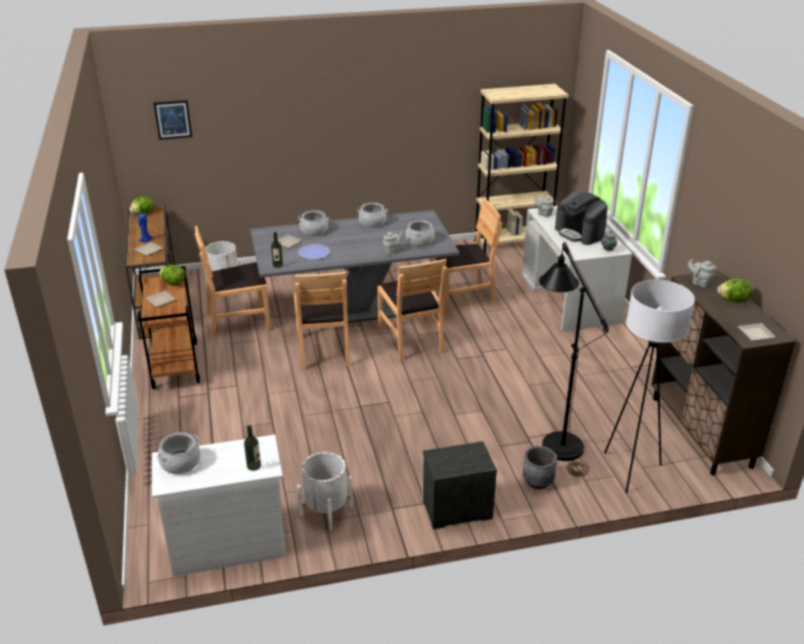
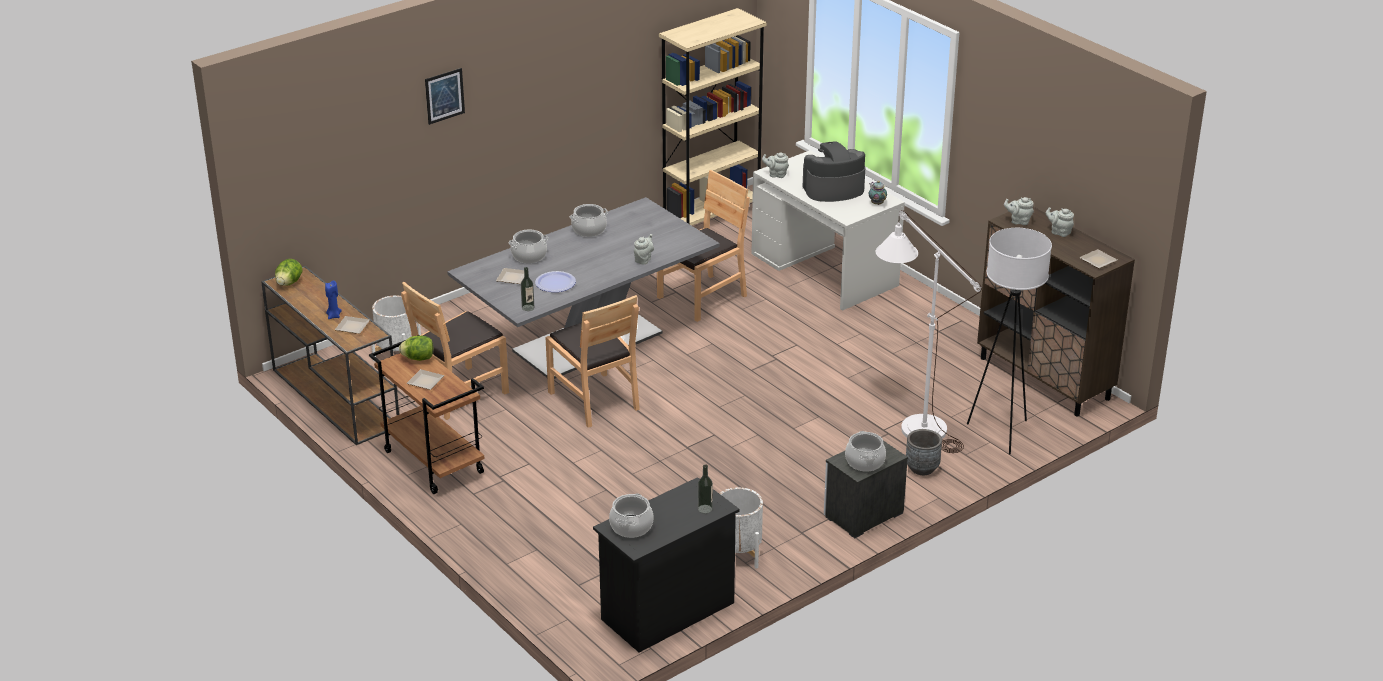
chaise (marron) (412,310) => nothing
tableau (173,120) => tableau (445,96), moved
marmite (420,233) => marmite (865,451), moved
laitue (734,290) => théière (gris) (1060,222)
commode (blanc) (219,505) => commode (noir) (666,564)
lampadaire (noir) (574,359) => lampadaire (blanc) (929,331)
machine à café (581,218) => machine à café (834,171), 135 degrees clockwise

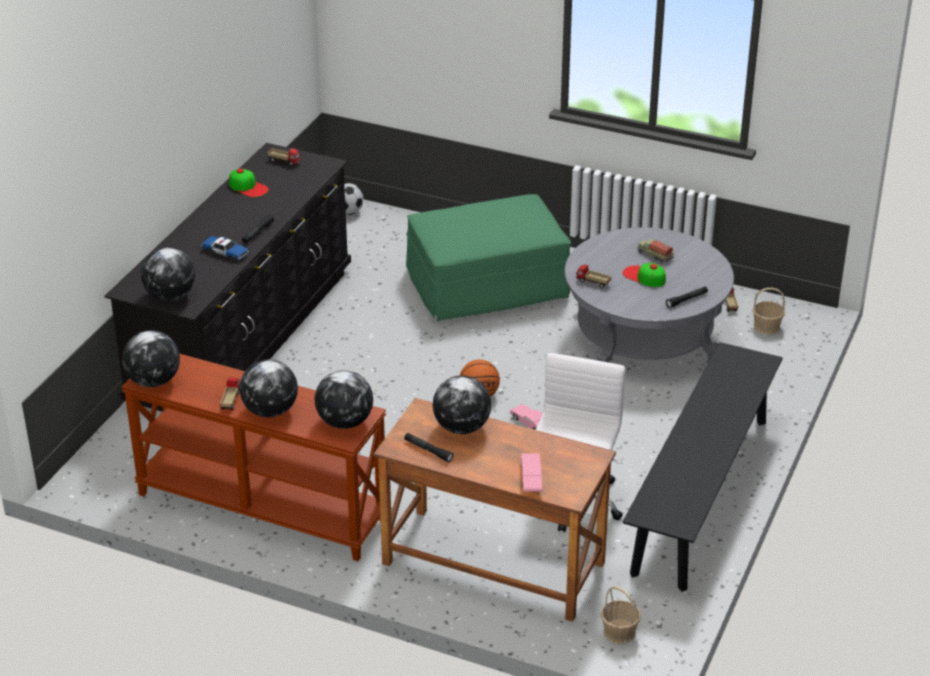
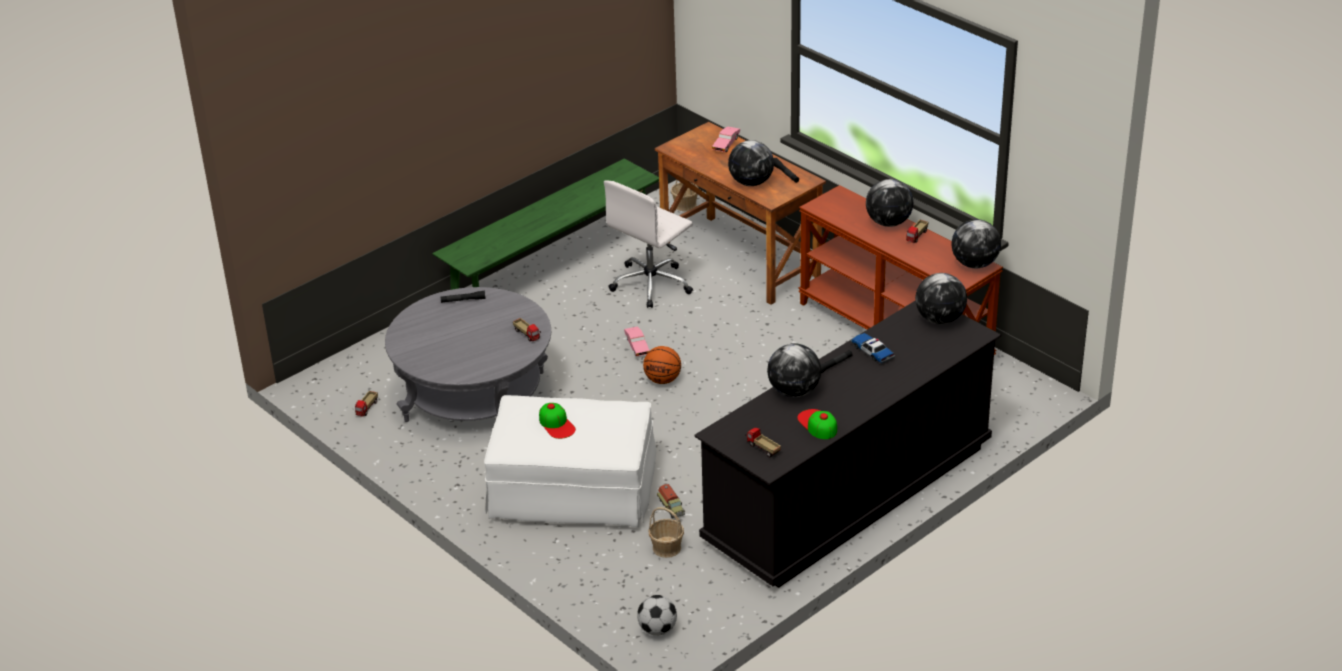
globe (344,399) => globe (794,370), moved
casquette (644,275) => casquette (557,421), moved
camion jouet (655,251) => camion jouet (671,501), moved
panier (768,311) => panier (666,532), moved
pouf (vert) (488,257) => pouf (blanc) (570,461)
banc (noir) (703,467) => banc (vert) (545,224)

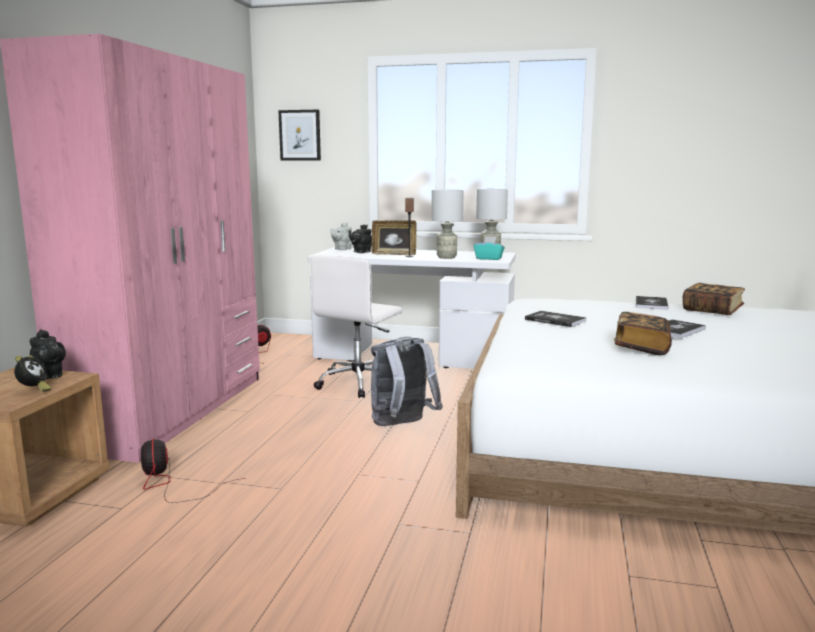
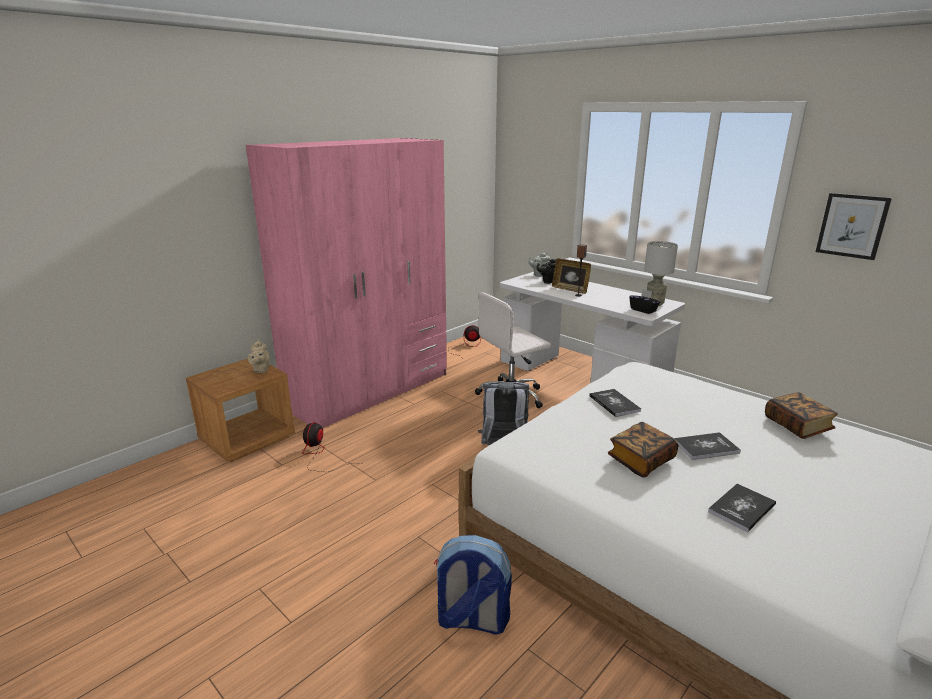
réveil (32,373) => nothing
lampe de table (gris) (448,224) => nothing
nothing => sac à dos (473,585)
tableau (299,135) => tableau (854,226), moved
livre (652,303) => livre (742,508), moved
théière (noir) (48,354) => théière (beige) (259,356)
boîte à mouchoirs (turquoise) (489,248) => boîte à mouchoirs (noir) (644,301)

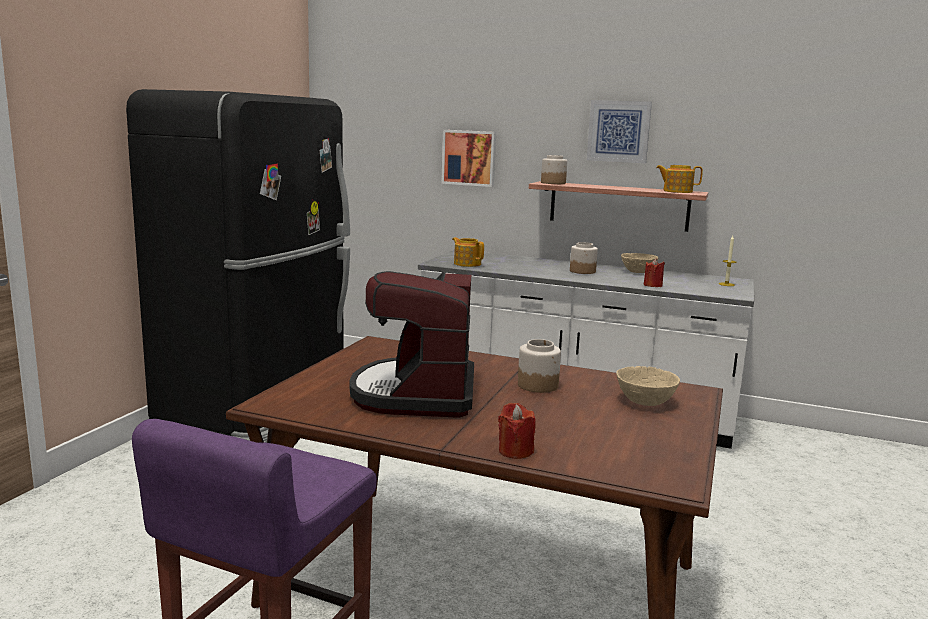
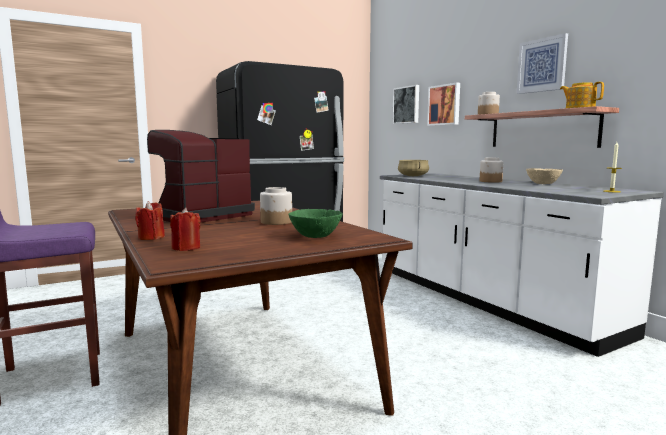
nothing => tableau (406,104)
bougie (rouge) (654,273) => bougie (rouge) (185,229), moved
théière (468,252) => marmite (beige) (413,168)
bol (beige) (648,386) => bol (vert) (315,223)

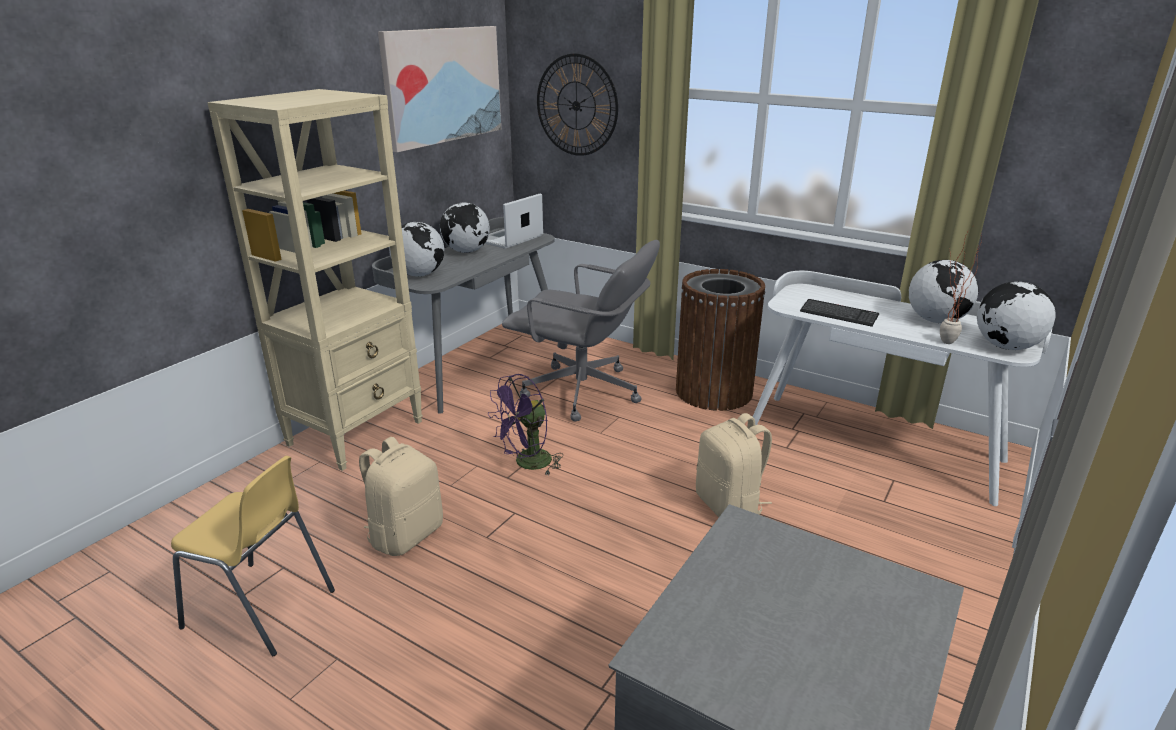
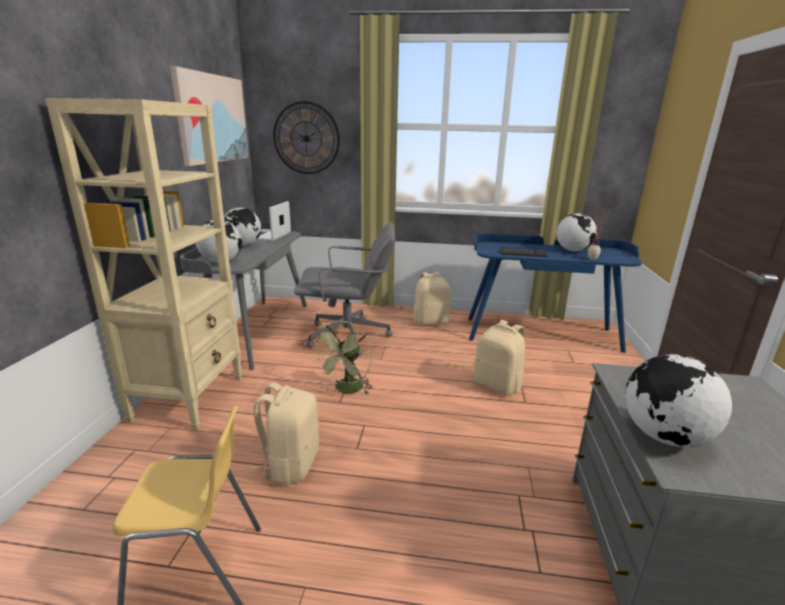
globe (1016,316) => globe (678,400), moved
poubelle (marron) (720,340) => sac à dos (beige) (432,299)
ventilateur (violet) (526,425) => ventilateur (vert) (342,358)
bureau (blanc) (902,388) => bureau (bleu) (555,293)

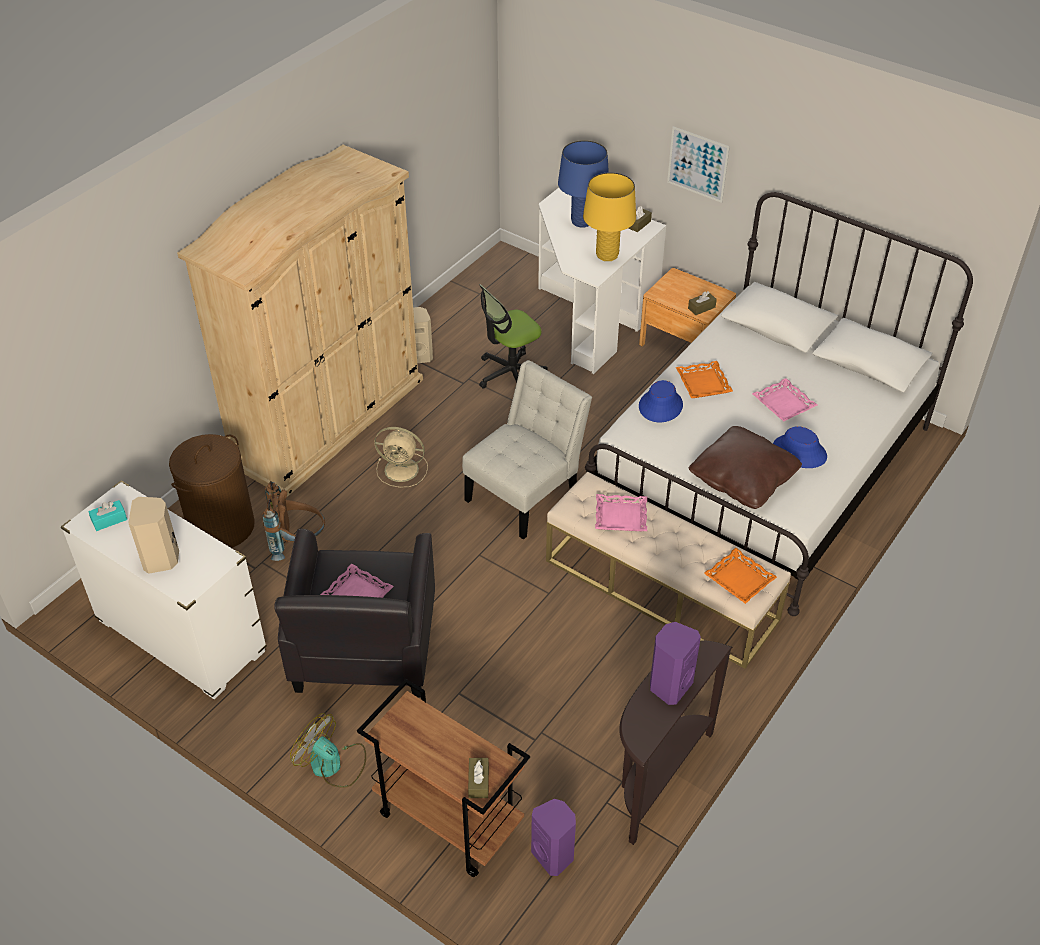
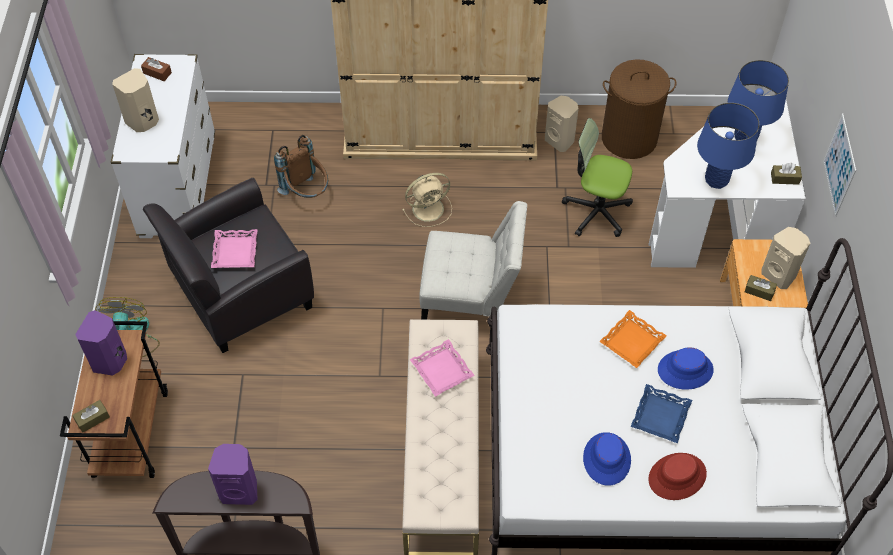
coussin (marron) (745,467) => nothing
plateau (orange) (740,576) => nothing
nothing => chapeau (rouge) (677,476)
nothing => enceinte (beige) (785,258)
panier à linge (marron) (212,491) => panier à linge (marron) (639,109), moved
enceinte (violet) (553,837) => enceinte (violet) (101,343), moved
chapeau (bleu) (661,401) => chapeau (bleu) (686,368), moved
boîte à mouchoirs (turquoise) (107,515) => boîte à mouchoirs (marron) (156,69)
lampe de table (jaune) (609,216) => lampe de table (bleu) (728,146)
plateau (rose) (784,400) => plateau (bleu) (661,413)
ventilateur (beige) (401,457) => ventilateur (beige) (427,200), 90 degrees counterclockwise

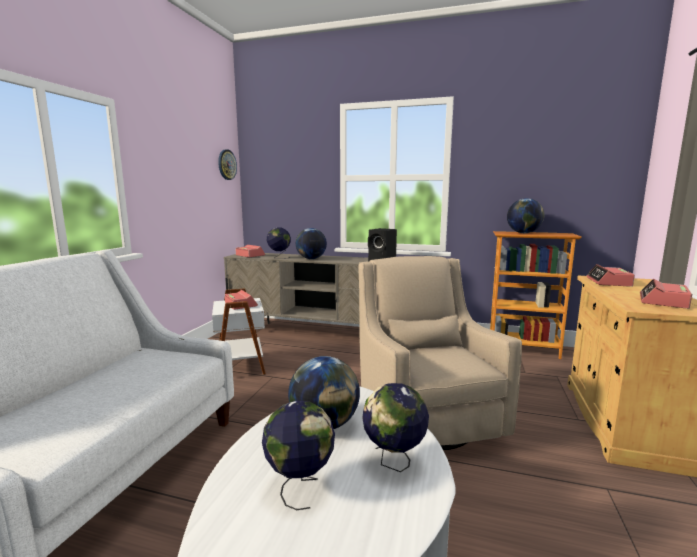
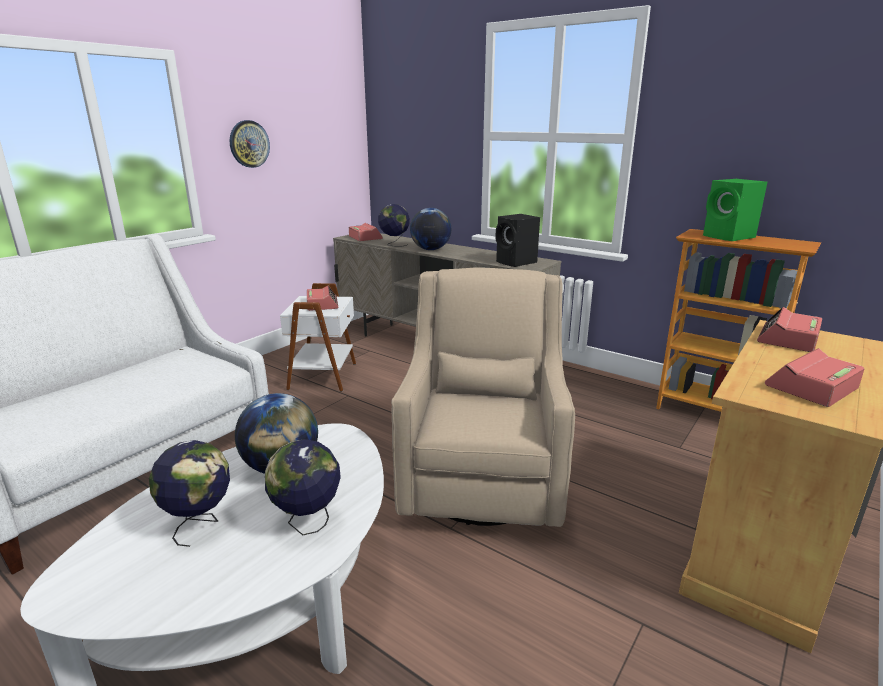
horloge murale (227,164) => horloge murale (250,144), moved
globe (526,215) => enceinte (vert) (735,210)

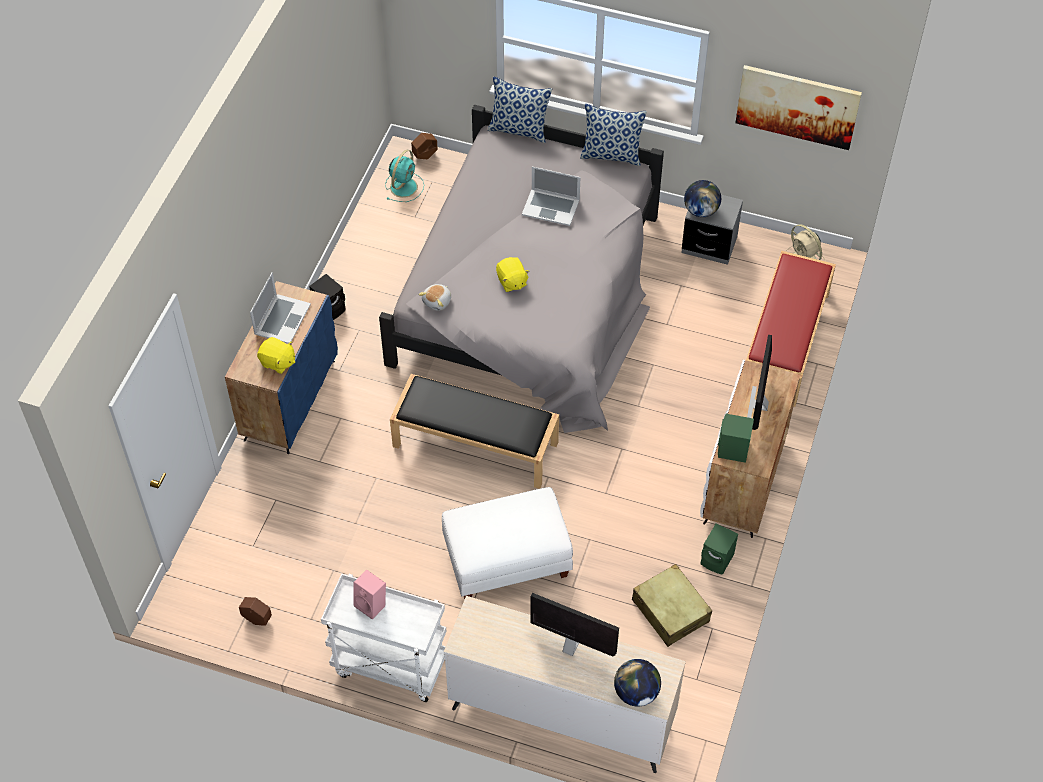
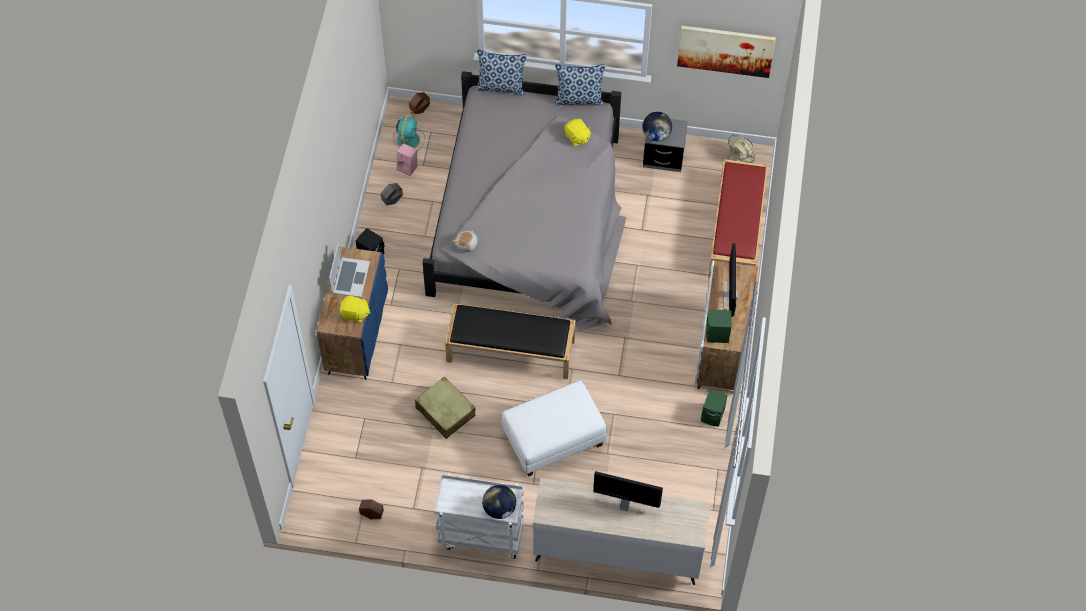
ordinateur portable (551,196) => nothing
nothing => cache-pot (gris) (392,194)
enceinte (rose) (370,595) => enceinte (rose) (407,159), moved
peluche (jaune) (513,274) => peluche (jaune) (578,132), moved
globe (637,683) => globe (499,502), moved
valise (beige) (672,605) => valise (beige) (445,407), moved

